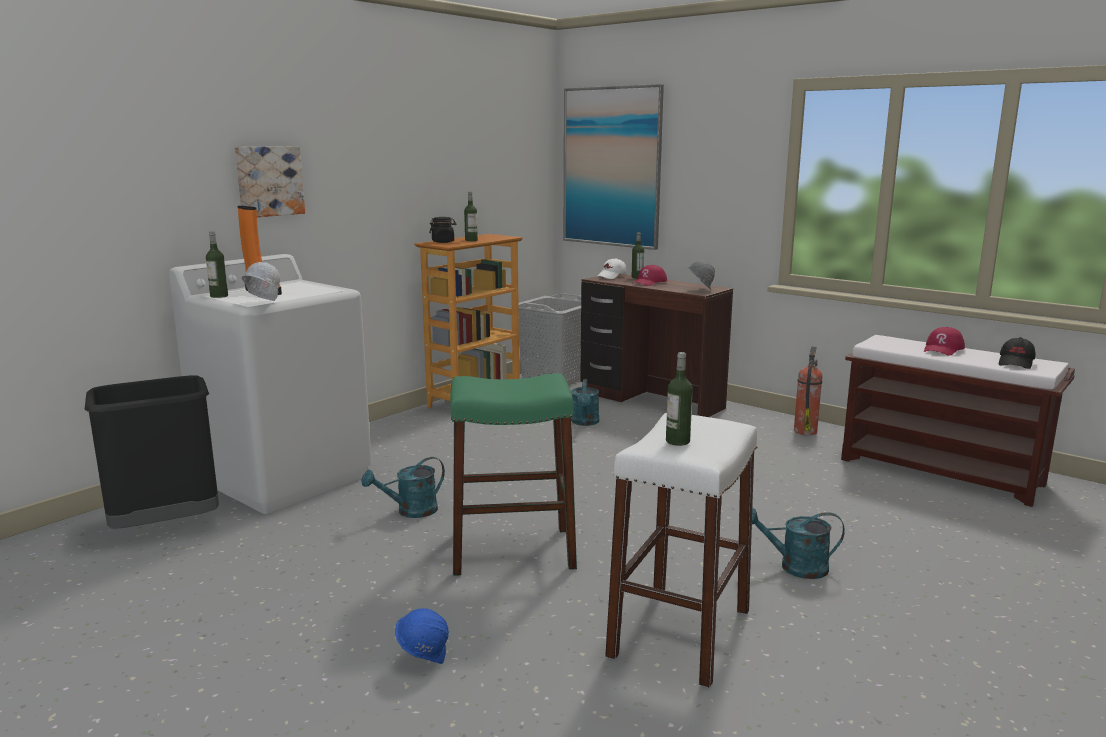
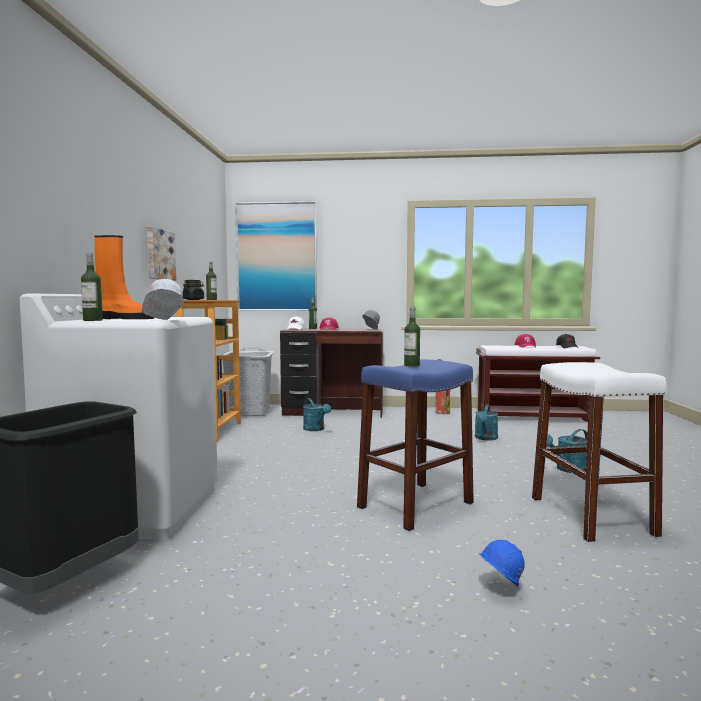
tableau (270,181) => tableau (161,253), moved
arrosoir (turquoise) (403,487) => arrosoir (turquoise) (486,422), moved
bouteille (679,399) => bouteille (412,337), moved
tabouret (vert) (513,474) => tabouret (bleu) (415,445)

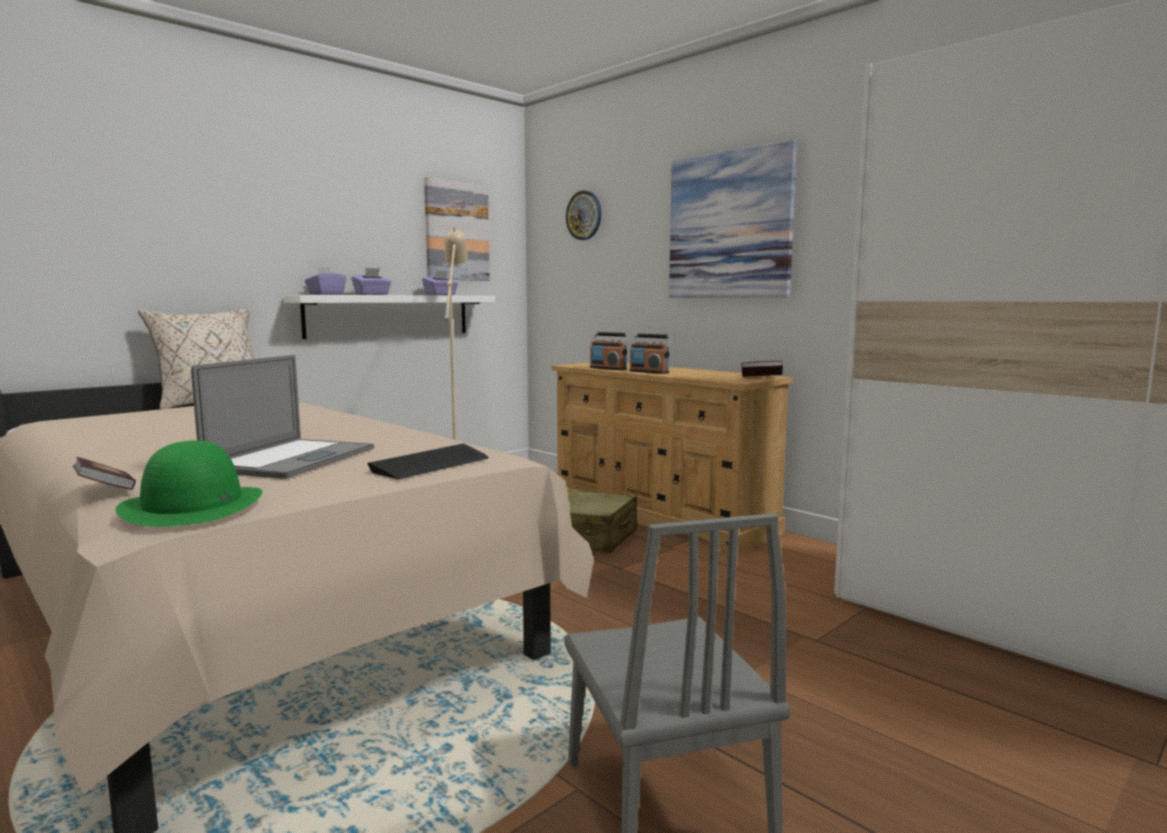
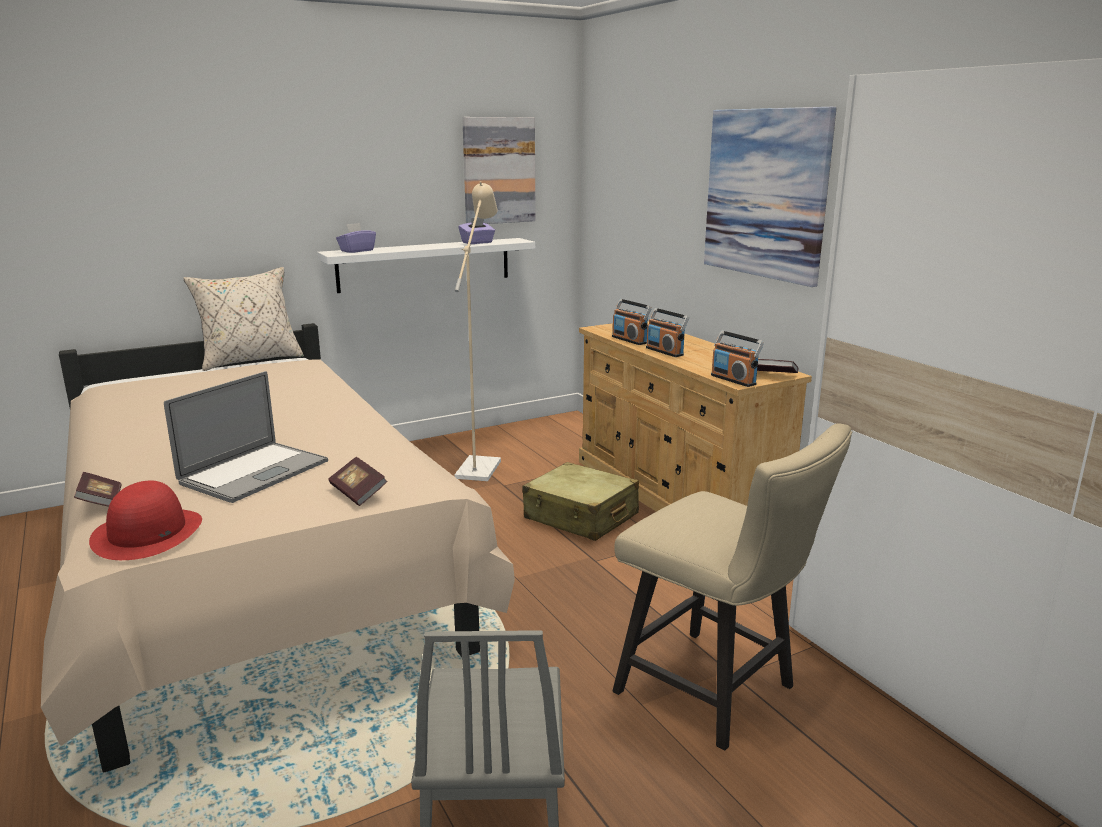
boîte à mouchoirs (violet) (371,281) => nothing
horloge murale (584,215) => nothing
nothing => chaise (beige) (732,587)
nothing => radio (737,359)
clavier (428,461) => livre (357,481)
chapeau (vert) (189,483) => chapeau (rouge) (145,520)

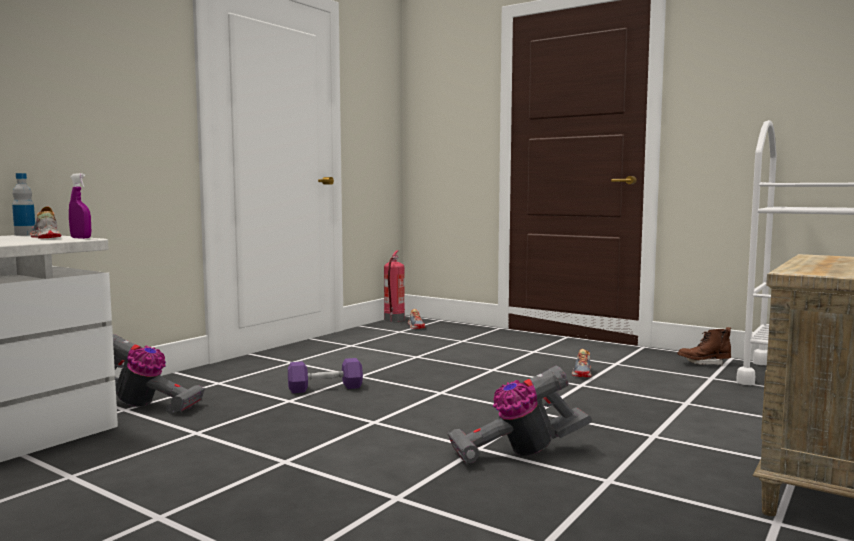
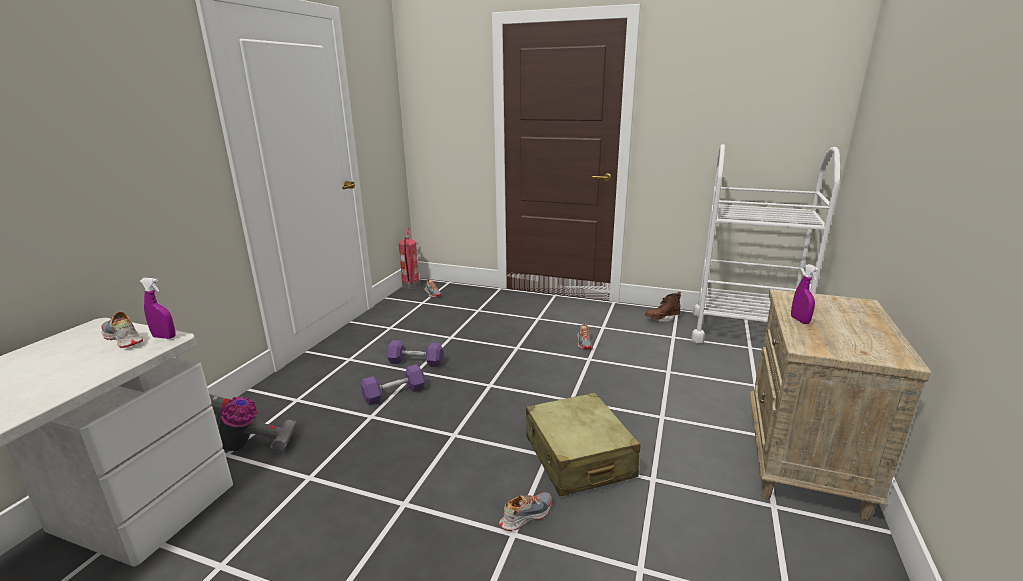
bouteille (23,204) => nothing
nothing => haltère (violet) (415,353)
nothing => chaussure (525,511)
nothing => vaporisateur (violet) (805,294)
aspirateur (519,415) => valise (beige) (583,444)

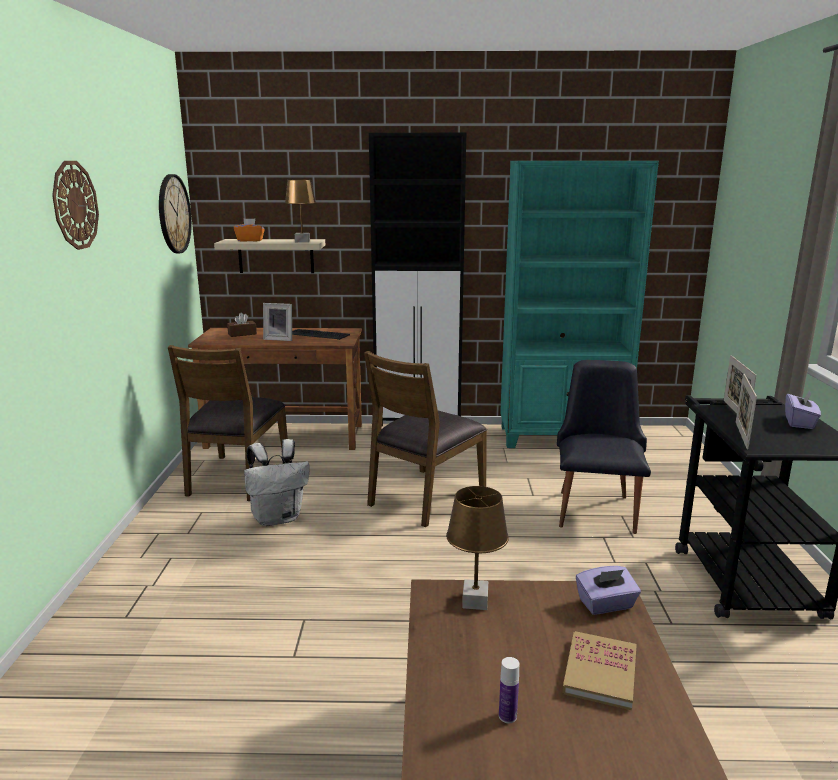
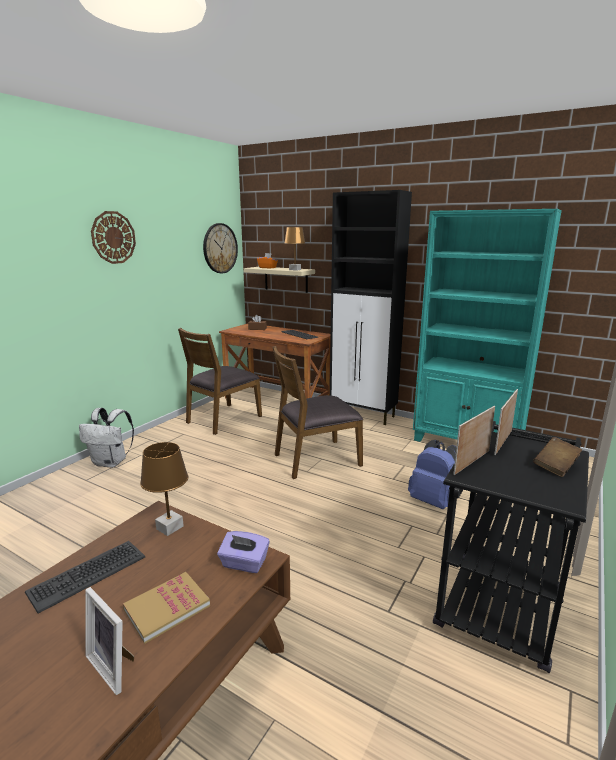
bouteille (509,690) => nothing
nothing => clavier (85,577)
sac à dos (blanc) (276,482) => sac à dos (blanc) (106,438), moved
cadre photo (277,322) => cadre photo (109,641), moved
chaise (noir) (604,447) => sac à dos (bleu) (432,474)
boîte à mouchoirs (violet) (803,409) => livre (marron) (557,457)

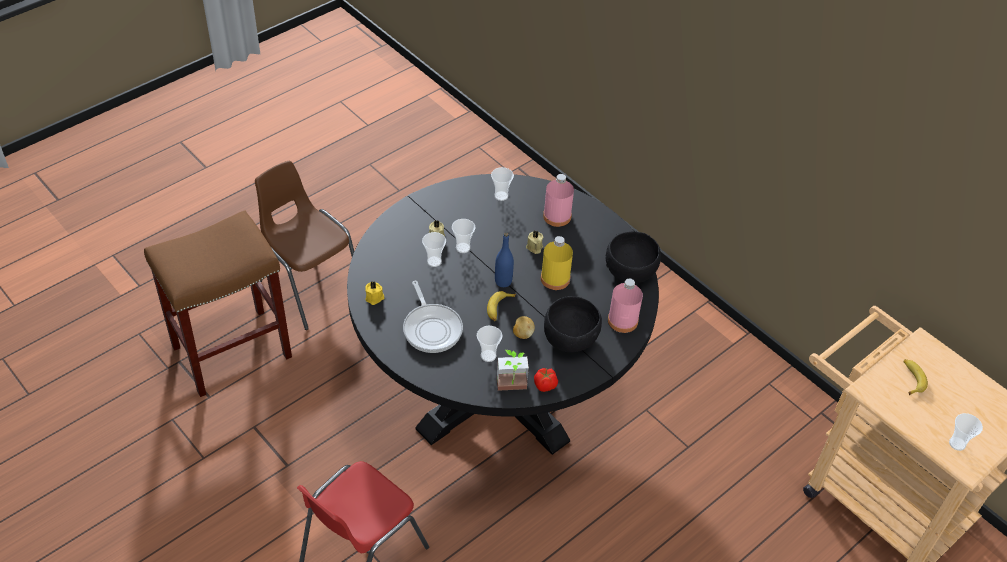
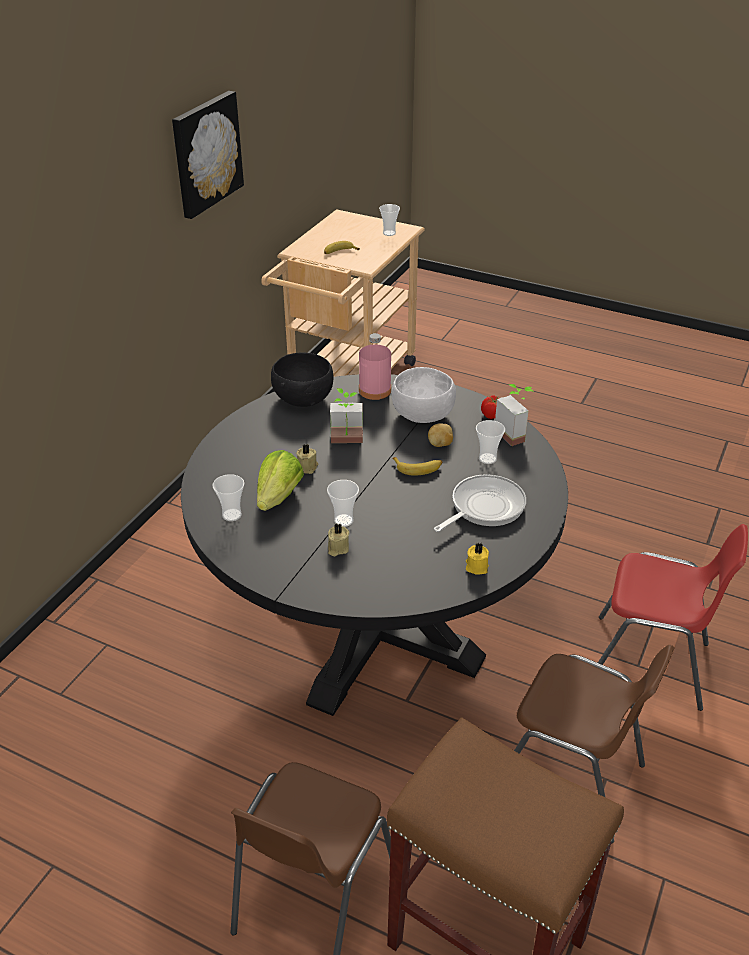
tasse (434,249) => nothing
bouteille (bleu) (504,260) => nothing
bouteille (rose) (558,200) => nothing
nothing => tableau (208,155)
nothing => laitue (280,480)
nothing => chaise (marron) (594,744)
bouteille (jaune) (557,263) => plante en pot (346,415)
bol (noir) (573,324) => bol (blanc) (423,395)

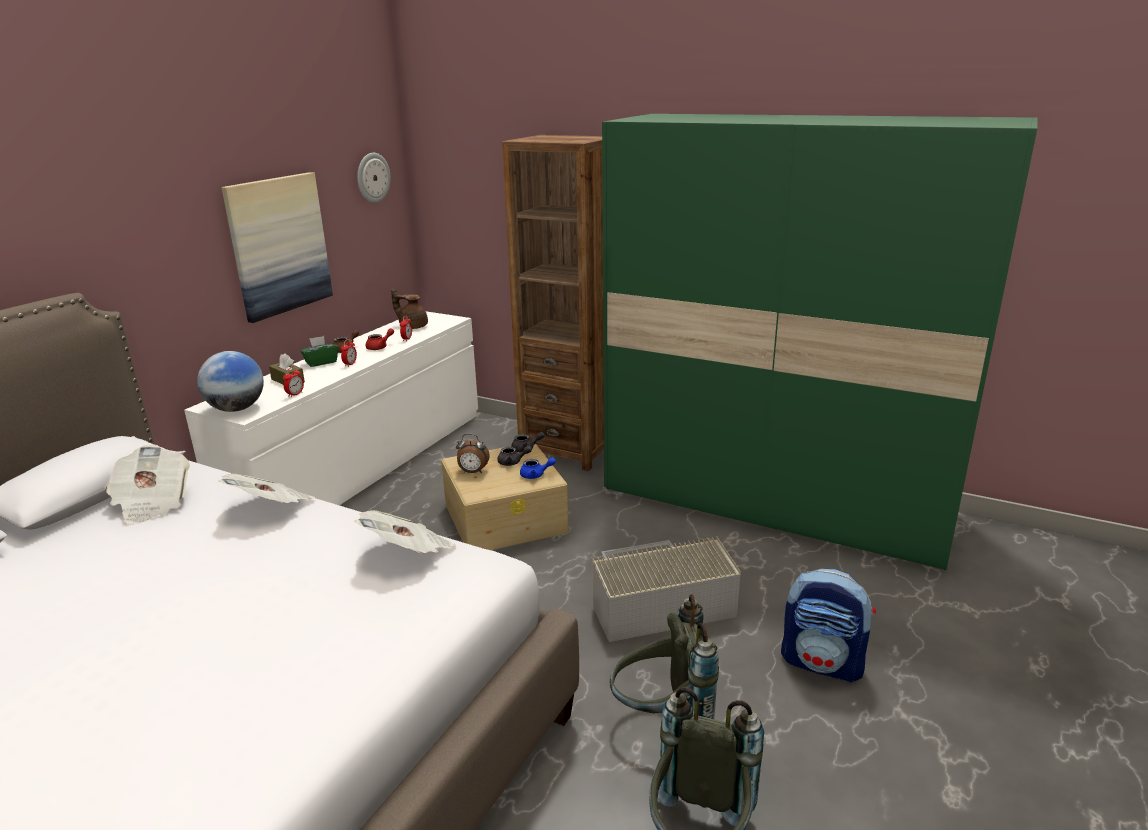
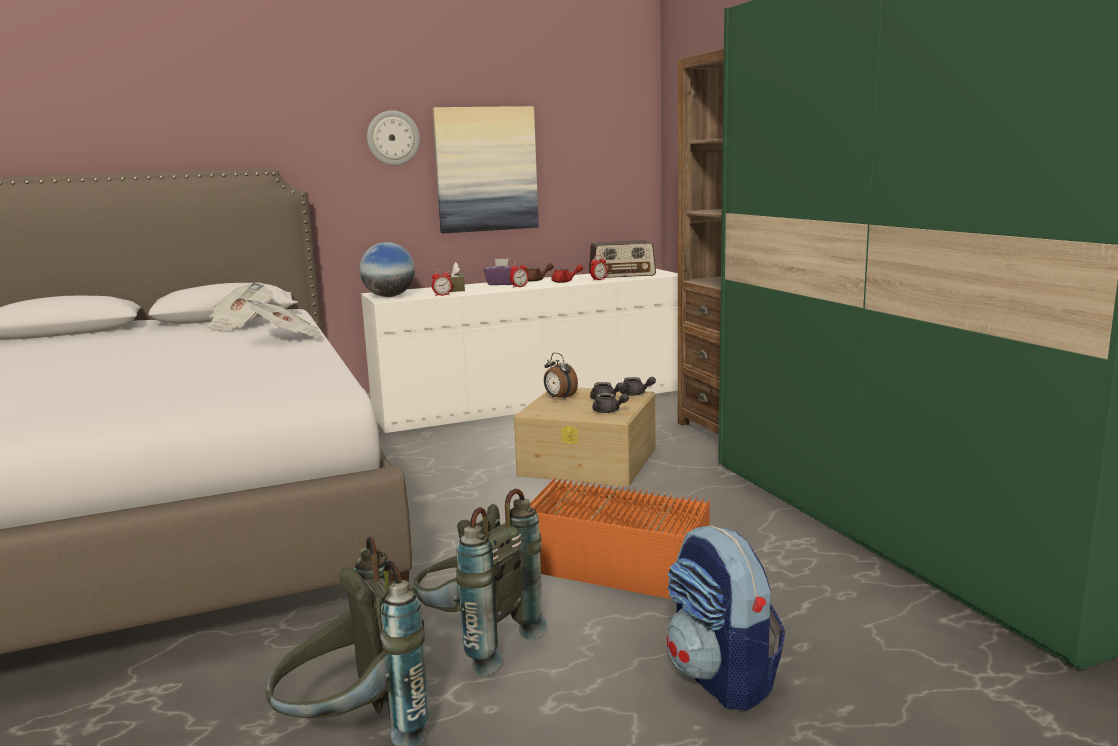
journal (405,531) => nothing
horloge murale (374,178) => horloge murale (393,138), moved
théière (marron) (409,308) => radio (622,259)
boîte à mouchoirs (vert) (319,351) => boîte à mouchoirs (violet) (498,272)
théière (bleu) (538,468) => théière (gris) (610,403)
boîte de rangement (gris) (666,589) => boîte de rangement (orange) (620,538)

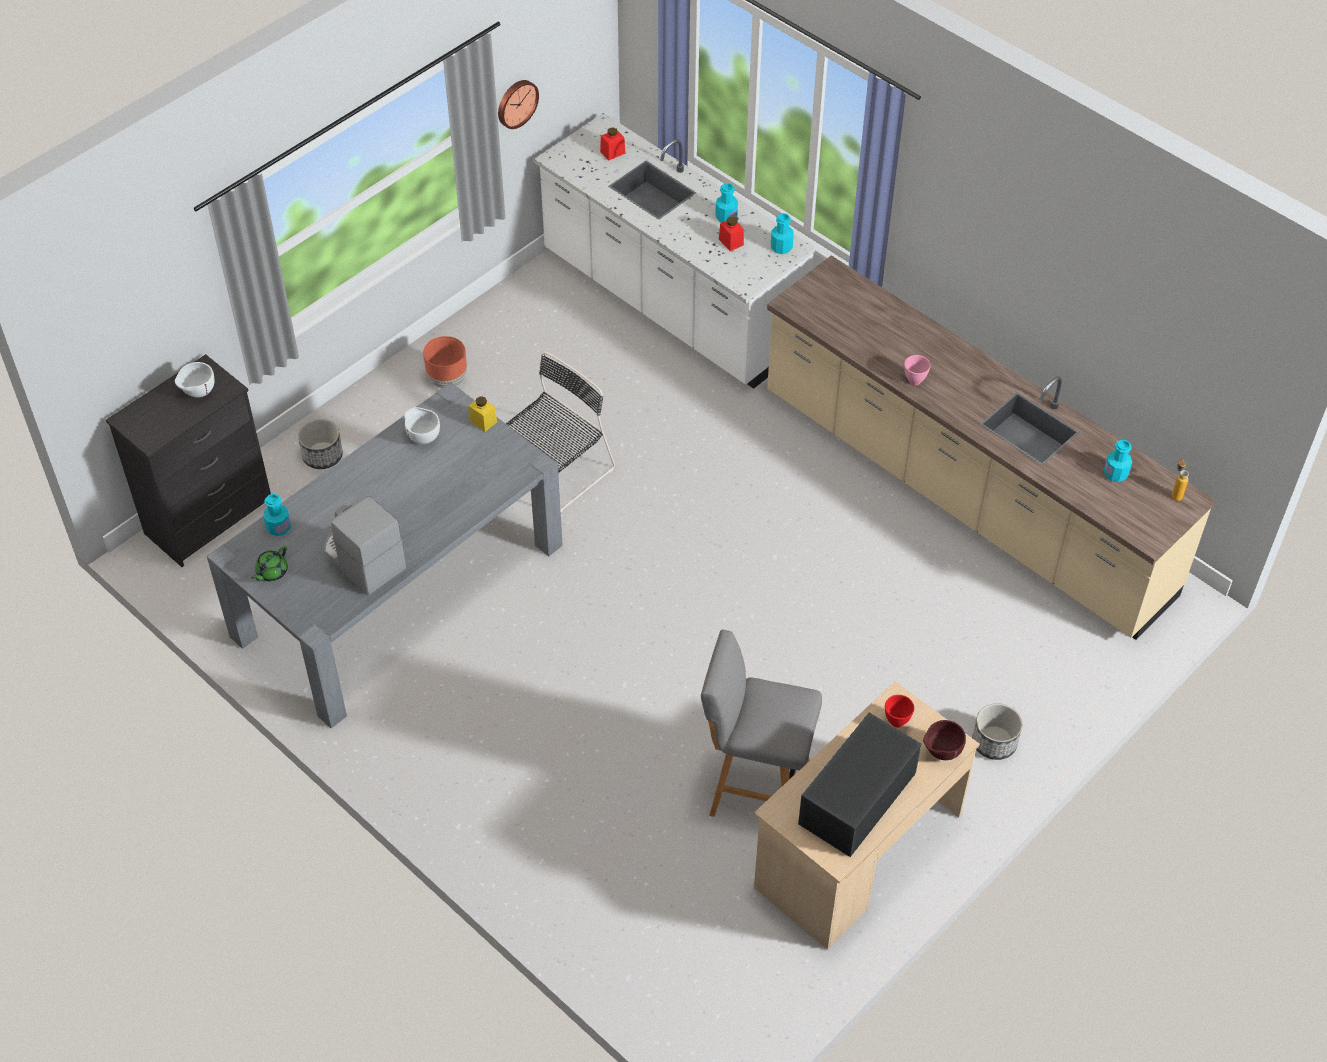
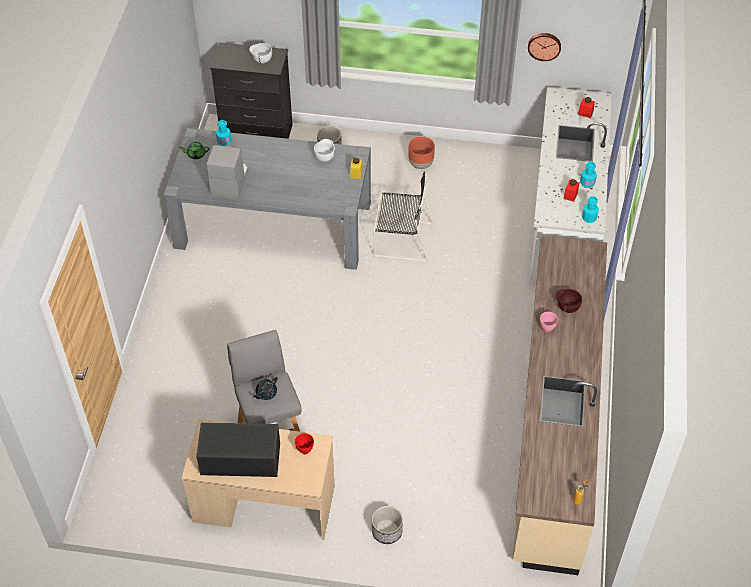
bouteille (turquoise) (1118,461) => nothing
nothing => théière (noir) (265,388)
bol (marron) (944,740) => bol (marron) (569,301), moved

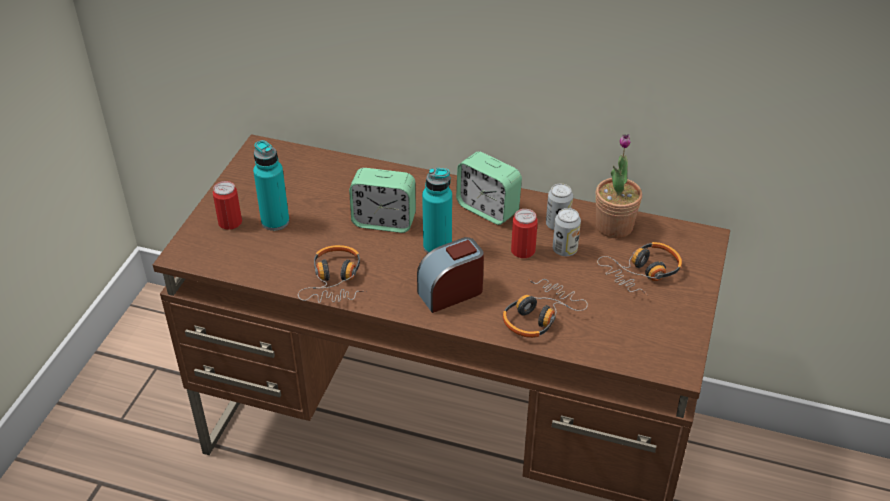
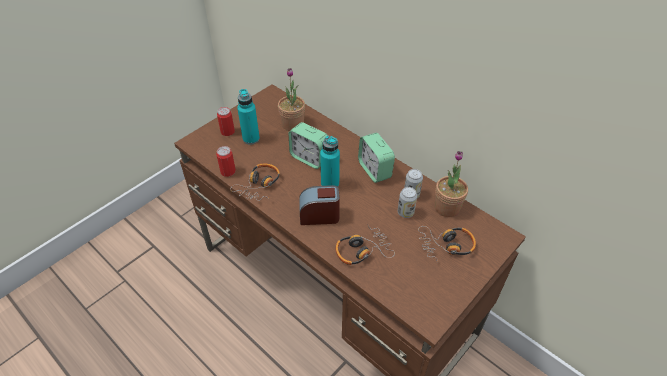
nothing => plante en pot (291,99)
boîte métallique (524,233) => boîte métallique (226,161), moved

